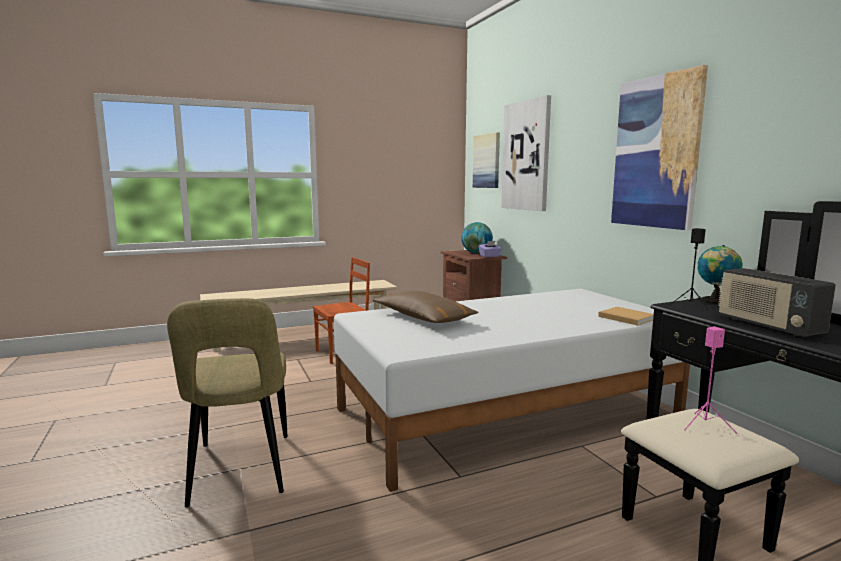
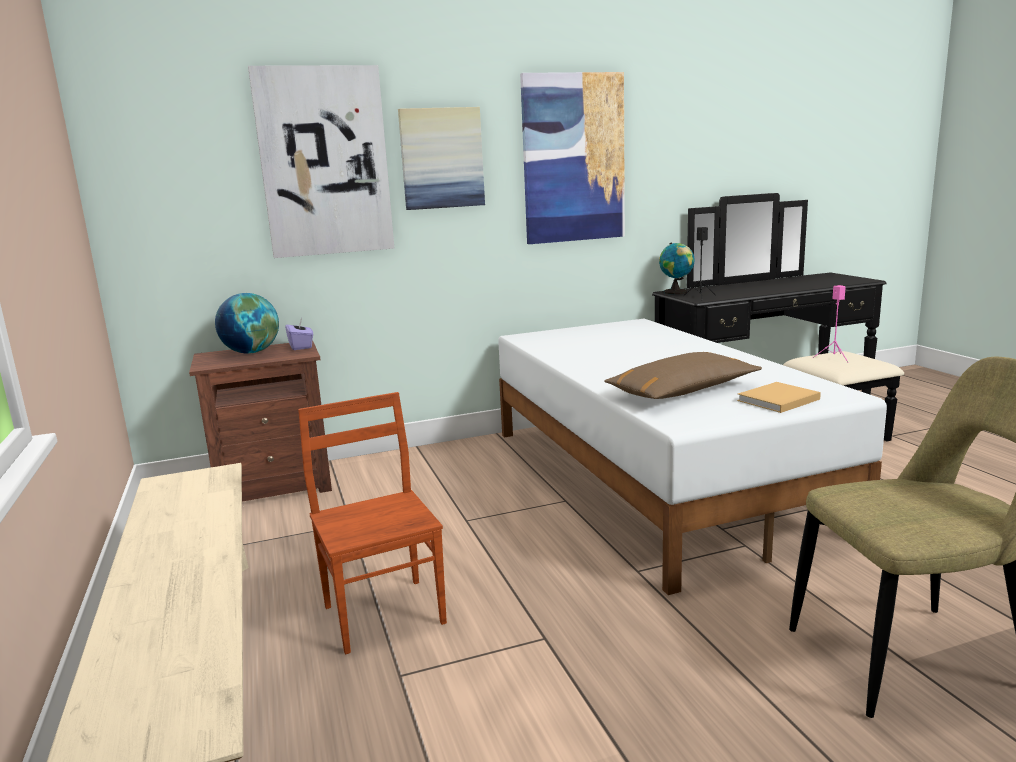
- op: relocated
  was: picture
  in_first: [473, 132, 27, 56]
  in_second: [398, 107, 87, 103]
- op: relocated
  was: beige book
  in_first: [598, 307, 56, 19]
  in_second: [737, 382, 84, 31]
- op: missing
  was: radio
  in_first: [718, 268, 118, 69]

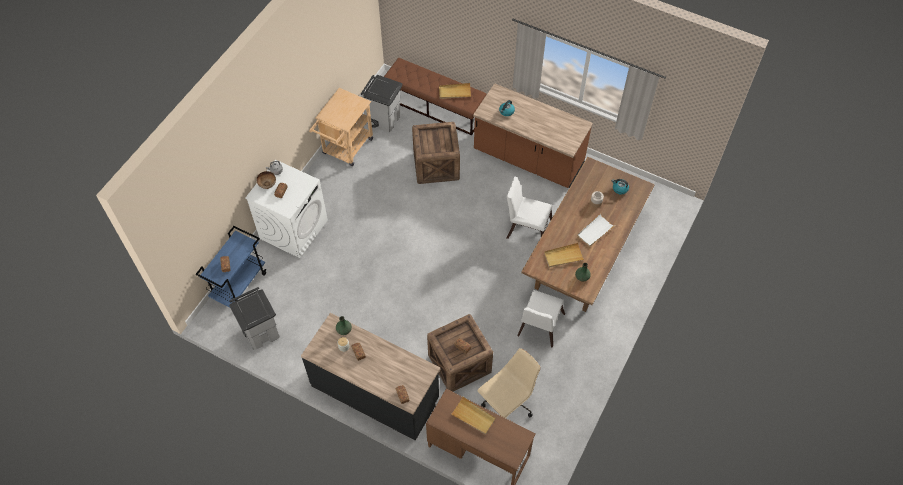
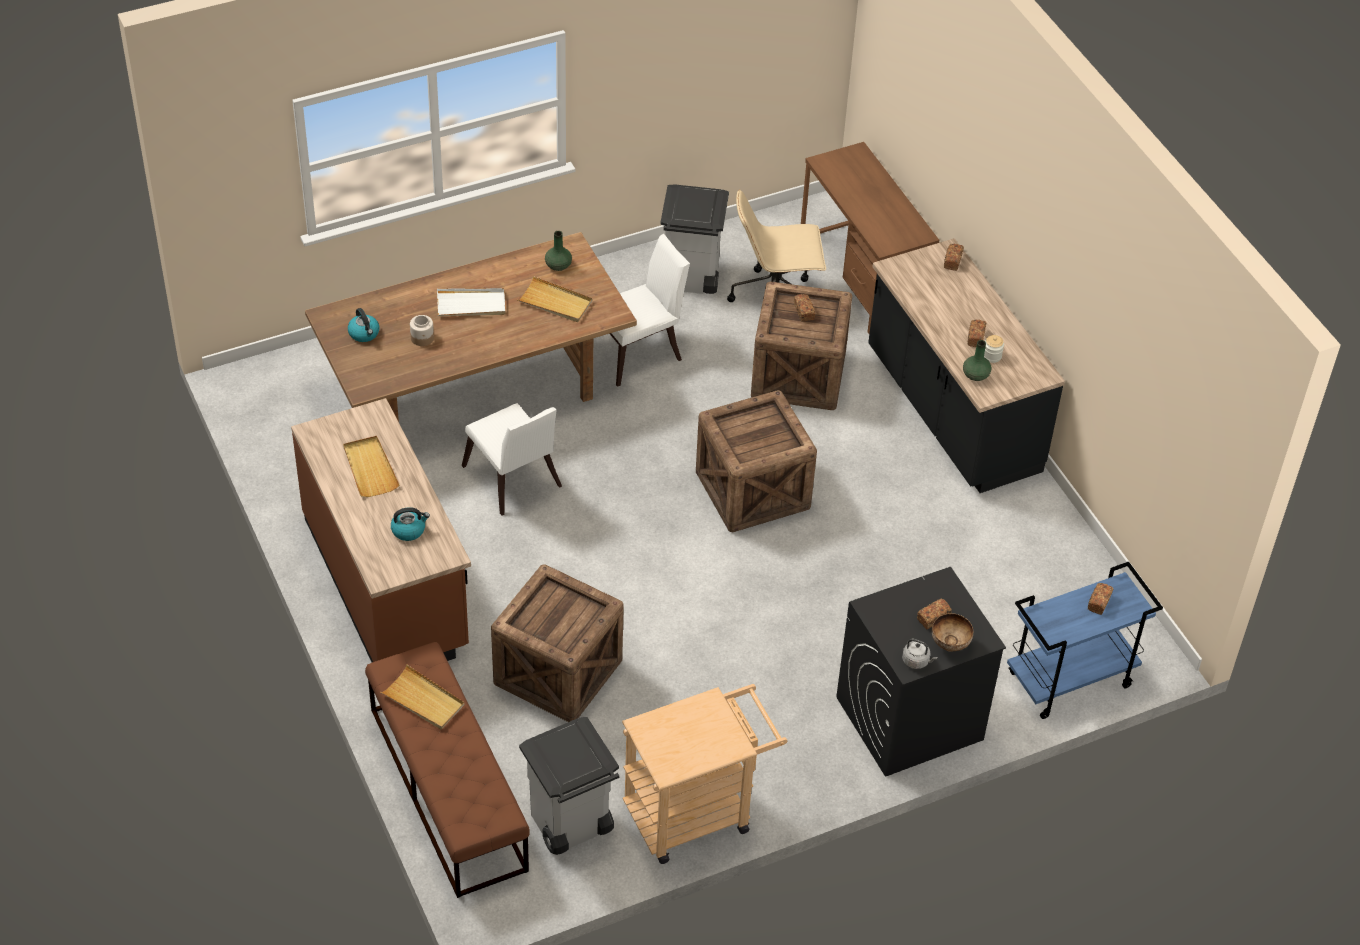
- op: relocated
  was: grey trash can
  in_first: [229, 287, 51, 63]
  in_second: [660, 184, 69, 110]
- op: colour
  was: white washing machine
  now: black washing machine
  in_first: [245, 160, 83, 98]
  in_second: [836, 567, 170, 210]
- op: relocated
  was: beige tray
  in_first: [451, 396, 45, 38]
  in_second: [343, 436, 57, 61]
- op: appeared
  now: crate
  in_second: [696, 390, 121, 142]

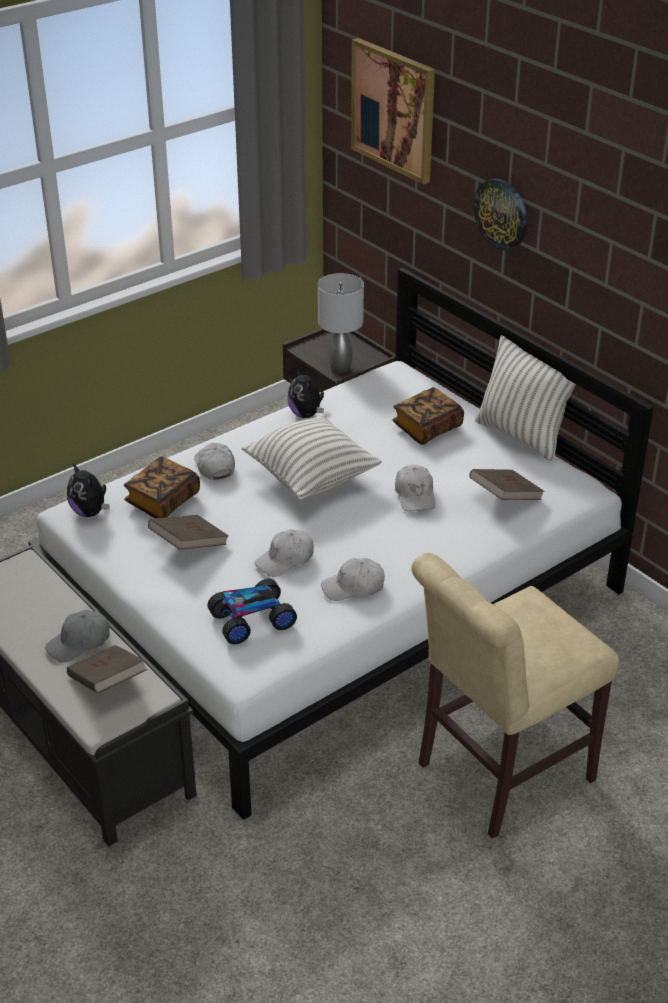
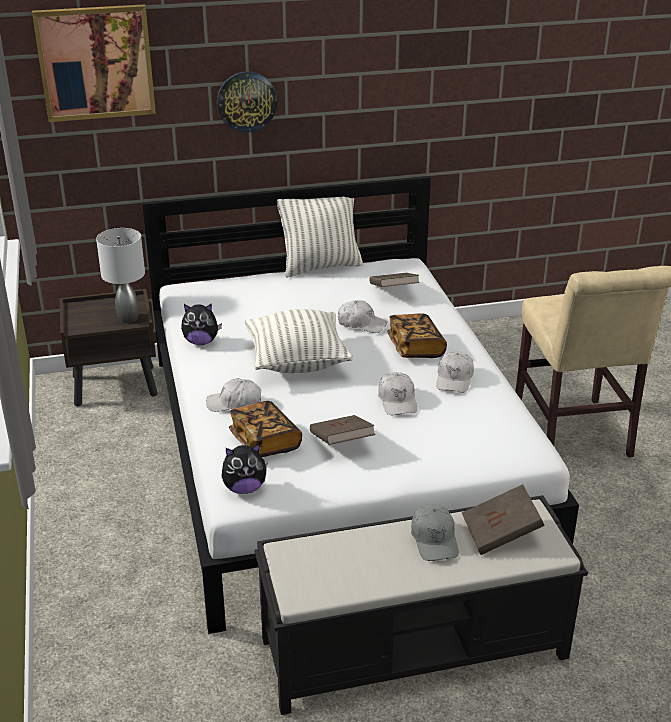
- op: missing
  was: toy car
  in_first: [207, 579, 90, 65]
- op: relocated
  was: book
  in_first: [392, 387, 72, 58]
  in_second: [387, 314, 60, 44]

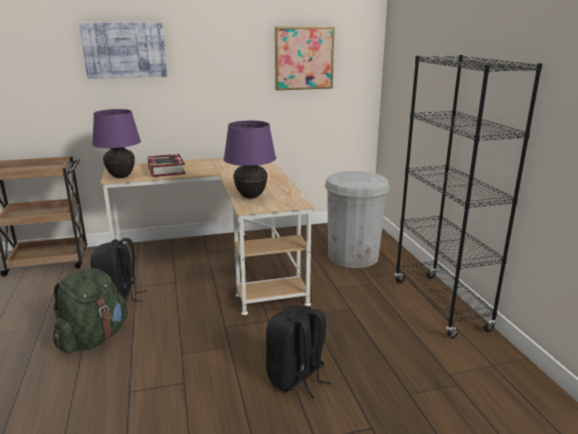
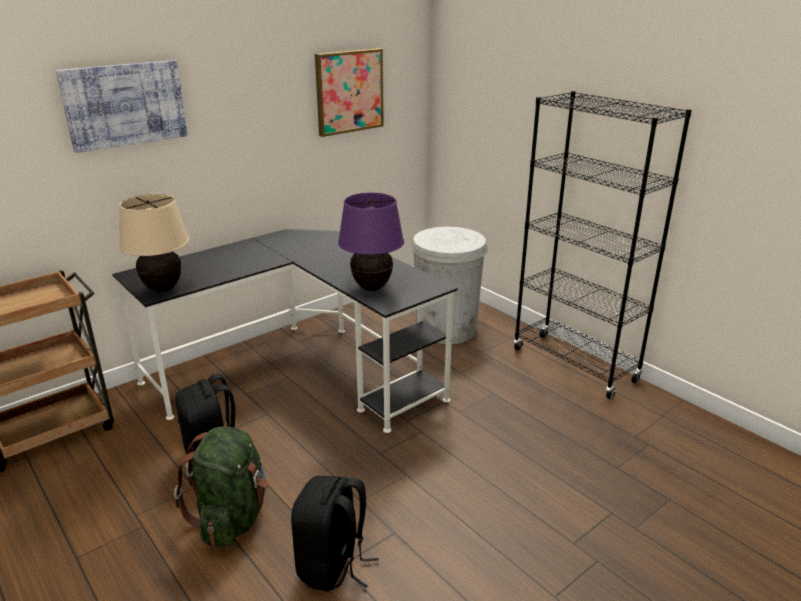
- op: colour
  was: purple table lamp
  now: beige table lamp
  in_first: [92, 109, 49, 69]
  in_second: [119, 194, 70, 99]
- op: colour
  was: beige desk
  now: black desk
  in_first: [100, 158, 214, 157]
  in_second: [112, 229, 346, 204]
- op: missing
  was: book
  in_first: [147, 154, 39, 23]
- op: relocated
  was: black backpack
  in_first: [266, 305, 65, 94]
  in_second: [291, 476, 88, 116]

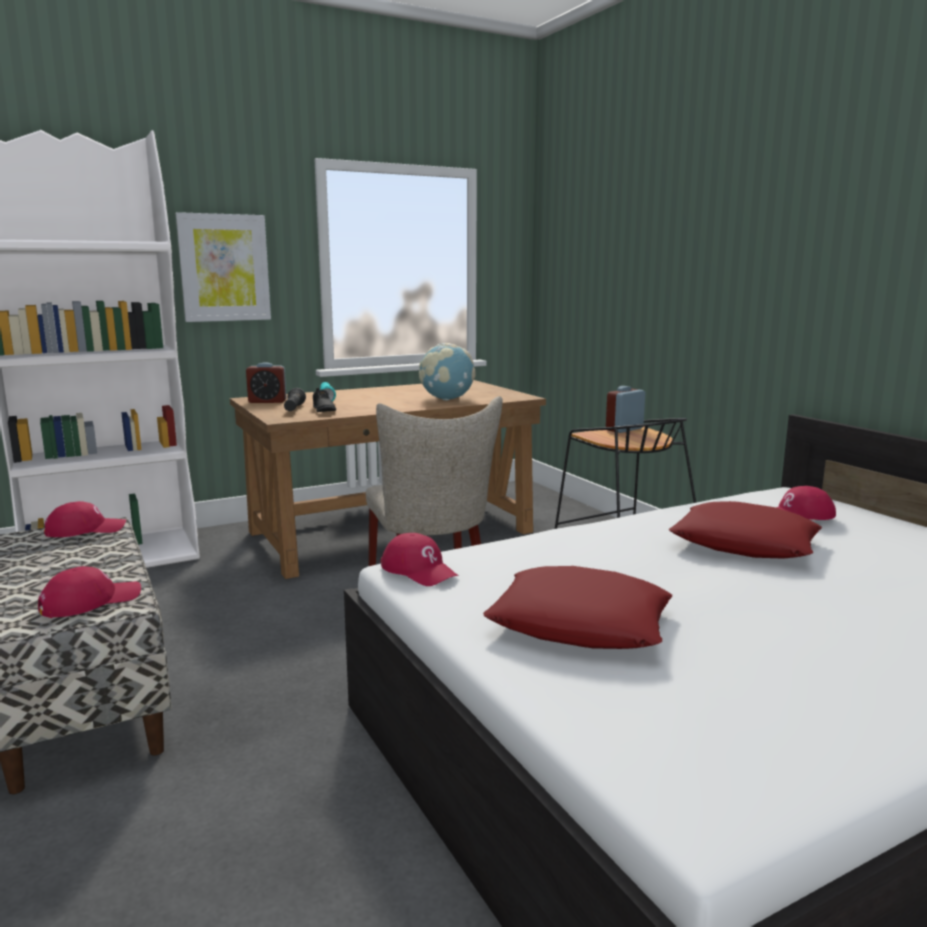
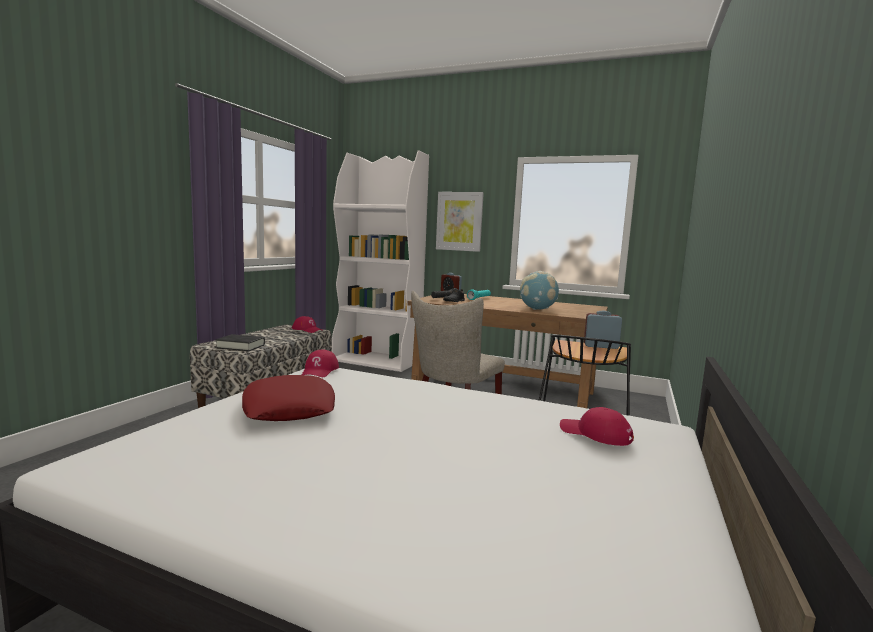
- op: exchanged
  was: red cap
  now: black book
  in_first: [38, 566, 103, 52]
  in_second: [215, 334, 50, 17]
- op: missing
  was: red pillow
  in_first: [669, 501, 153, 57]

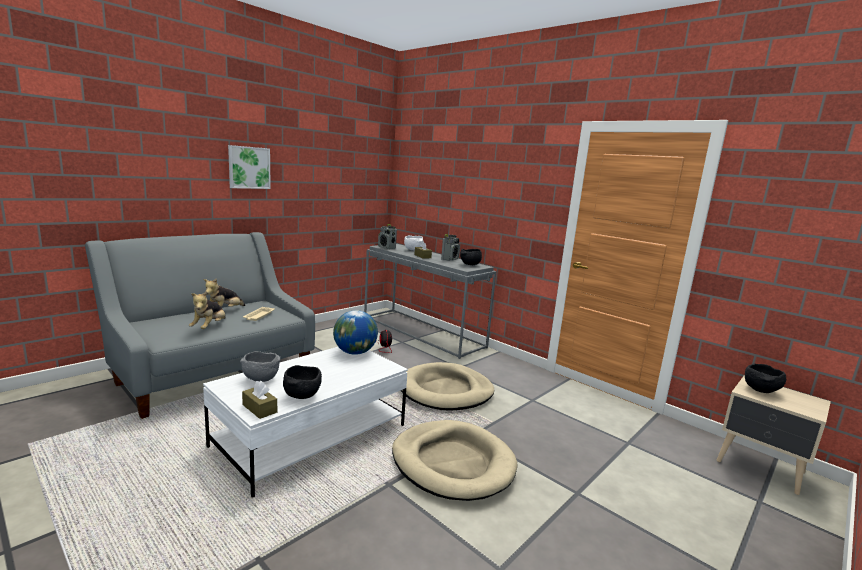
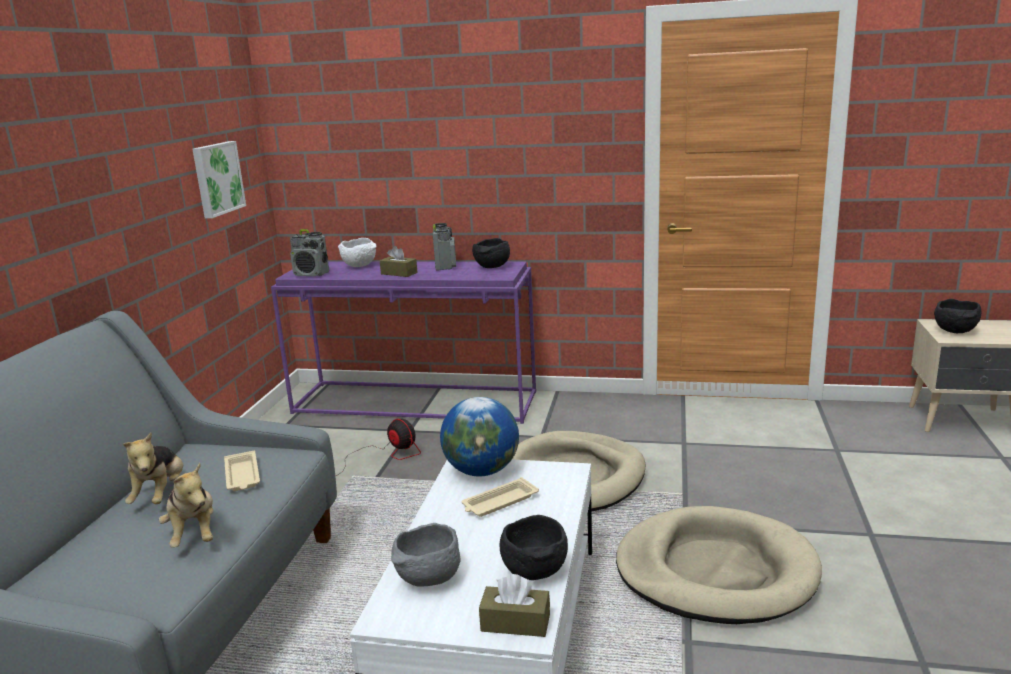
- op: relocated
  was: picture
  in_first: [228, 145, 43, 44]
  in_second: [192, 141, 54, 77]
- op: colour
  was: grey console table
  now: purple console table
  in_first: [364, 244, 132, 115]
  in_second: [271, 262, 265, 162]
- op: appeared
  now: beige tray
  in_second: [462, 477, 77, 40]

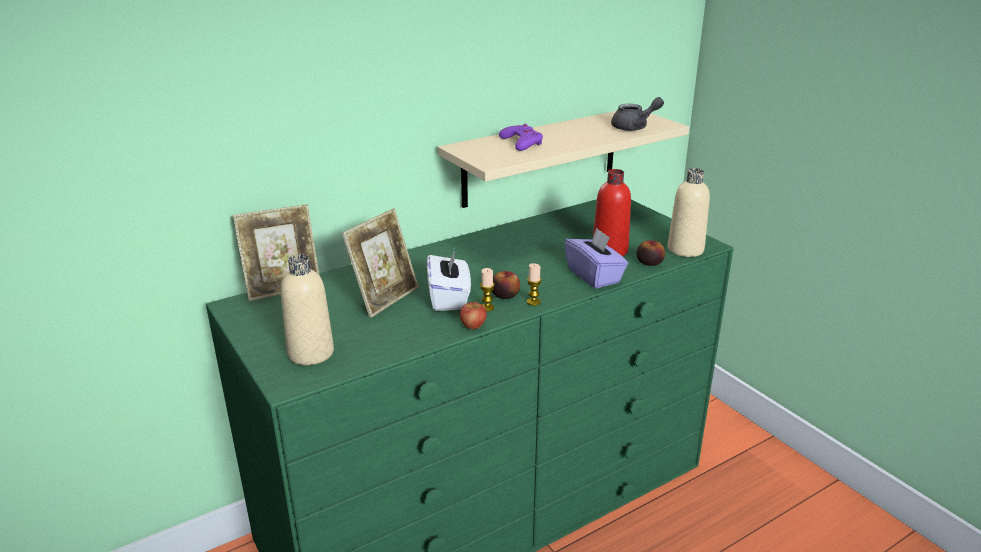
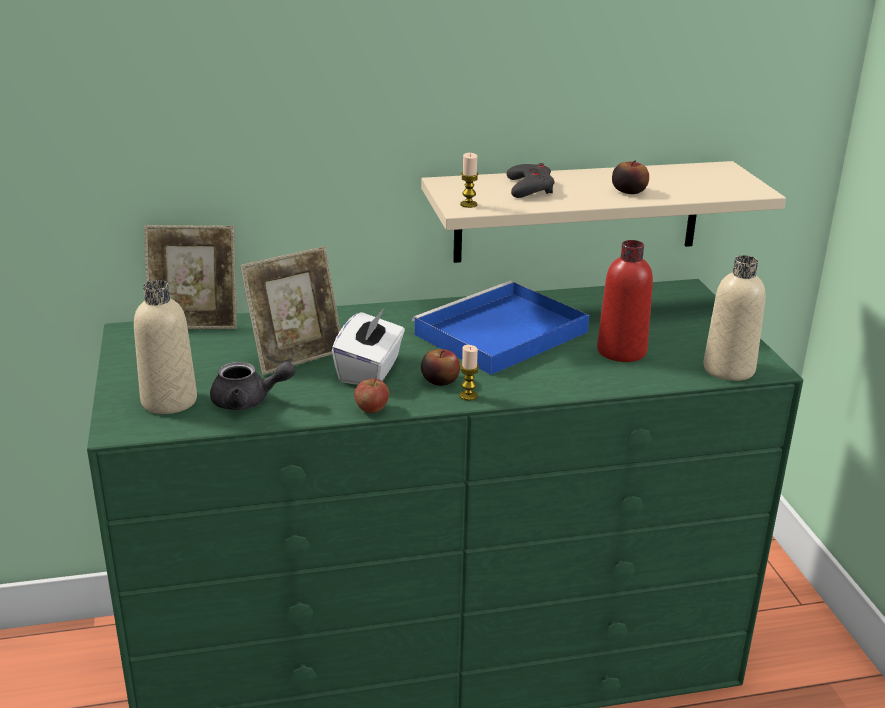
- op: relocated
  was: candle
  in_first: [480, 268, 14, 43]
  in_second: [460, 153, 19, 55]
- op: colour
  was: purple game controller
  now: grey game controller
  in_first: [499, 124, 44, 27]
  in_second: [507, 163, 47, 35]
- op: missing
  was: purple tissue box
  in_first: [565, 228, 63, 61]
- op: relocated
  was: grey teapot
  in_first: [611, 97, 53, 34]
  in_second: [210, 361, 85, 49]
- op: relocated
  was: apple
  in_first: [636, 240, 29, 26]
  in_second: [612, 160, 37, 34]
- op: appeared
  now: blue tray
  in_second: [412, 281, 177, 94]

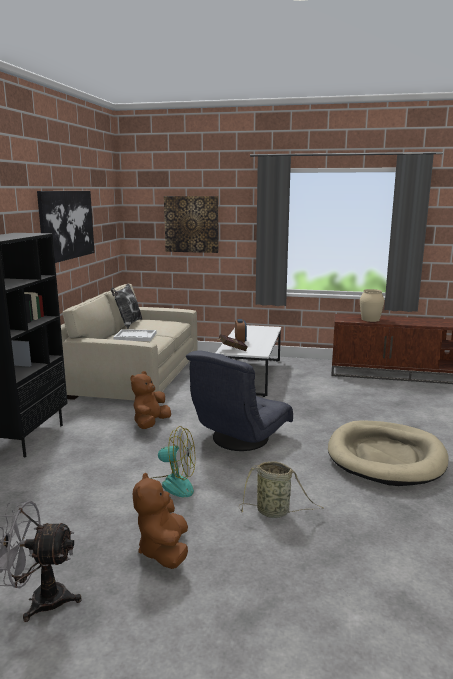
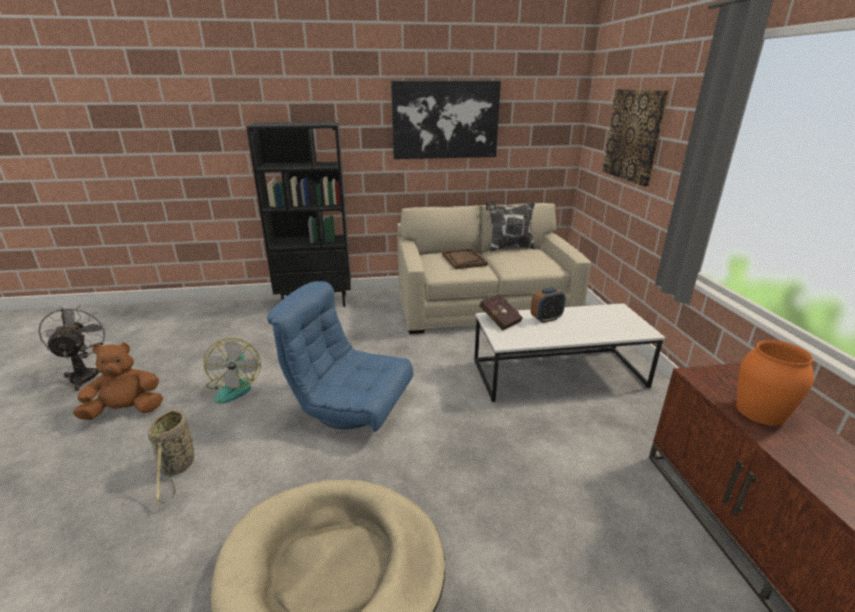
- op: colour
  was: white tray
  now: brown tray
  in_first: [113, 329, 43, 12]
  in_second: [442, 248, 46, 21]
- op: missing
  was: brown plush toy
  in_first: [131, 371, 40, 58]
- op: colour
  was: grey armchair
  now: blue armchair
  in_first: [186, 350, 107, 101]
  in_second: [267, 281, 147, 151]
- op: colour
  was: beige vase
  now: orange vase
  in_first: [360, 289, 24, 33]
  in_second: [736, 340, 78, 86]

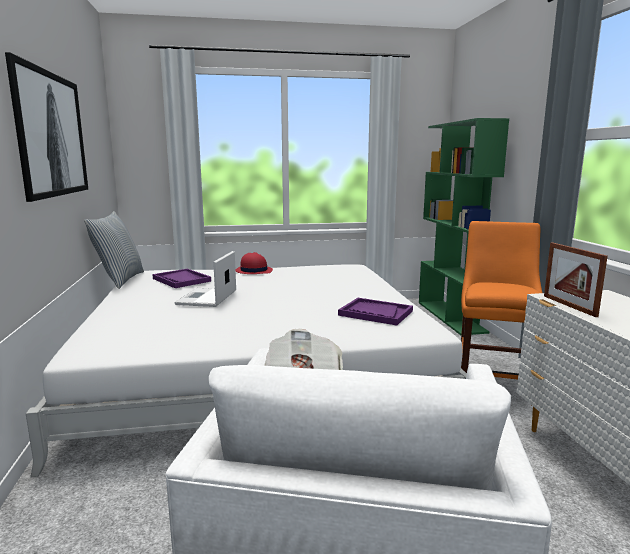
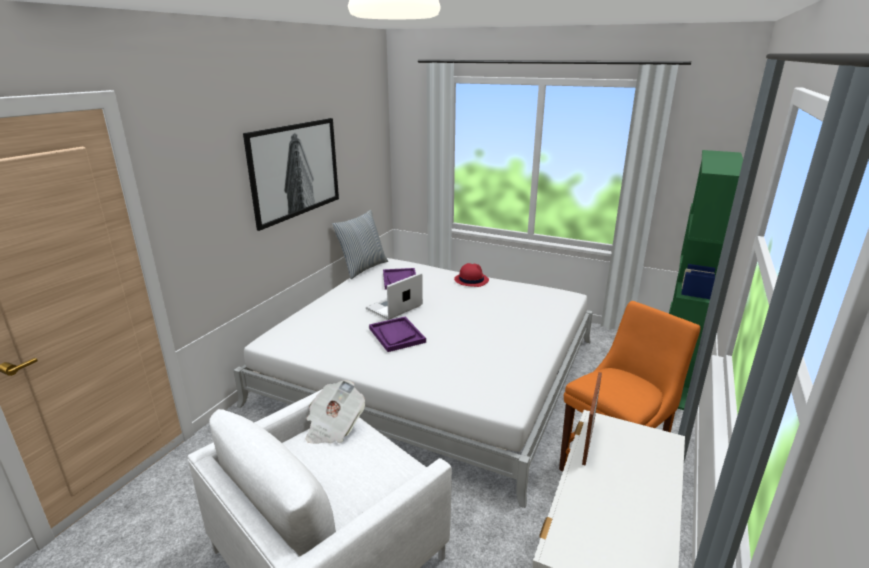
- op: relocated
  was: purple tray
  in_first: [338, 298, 75, 27]
  in_second: [369, 317, 57, 35]

